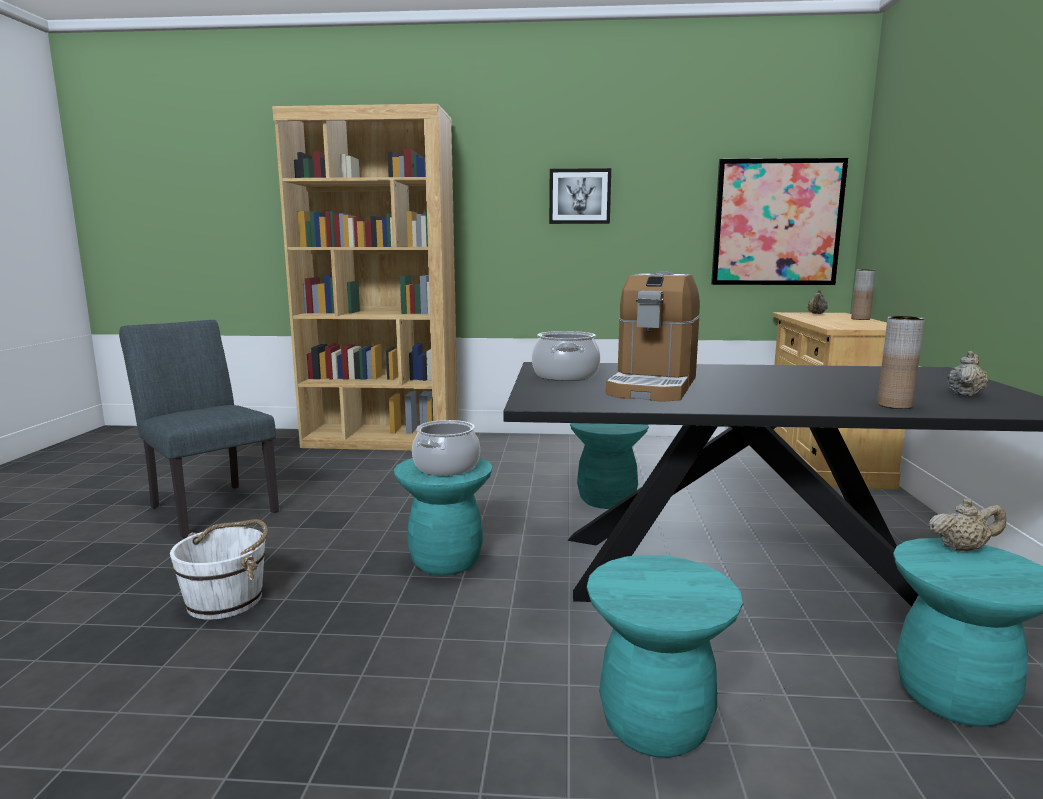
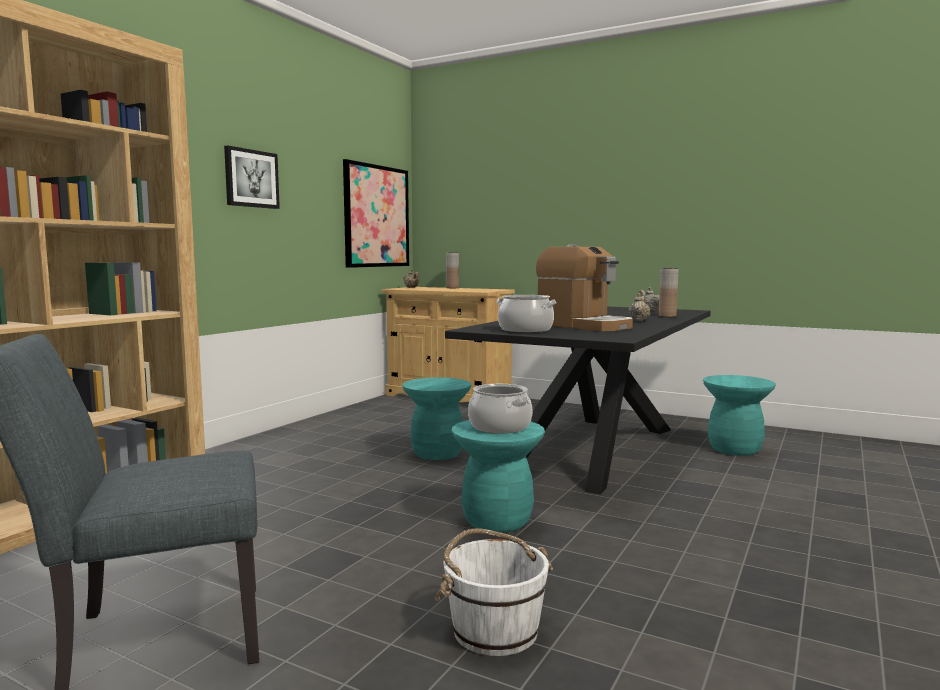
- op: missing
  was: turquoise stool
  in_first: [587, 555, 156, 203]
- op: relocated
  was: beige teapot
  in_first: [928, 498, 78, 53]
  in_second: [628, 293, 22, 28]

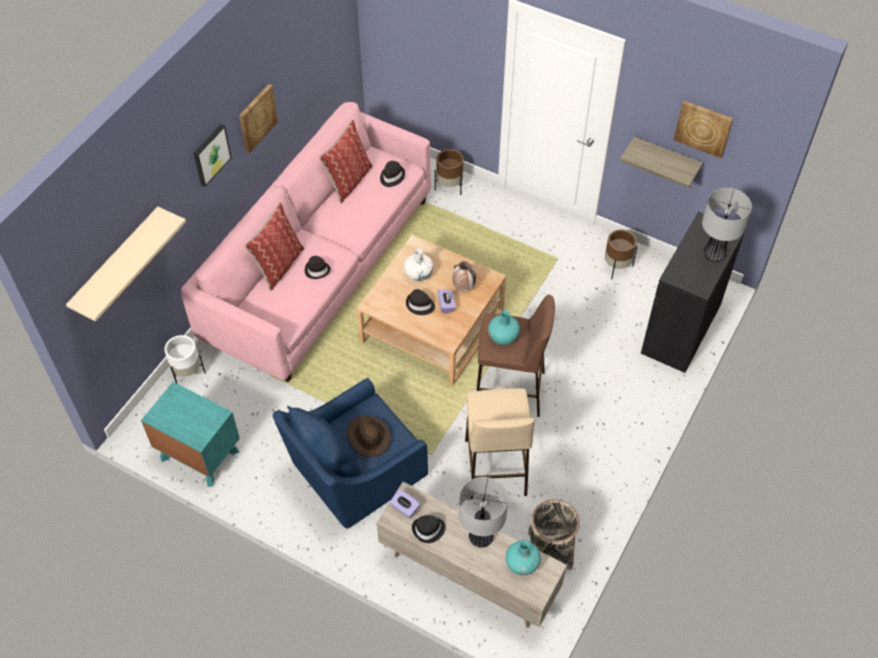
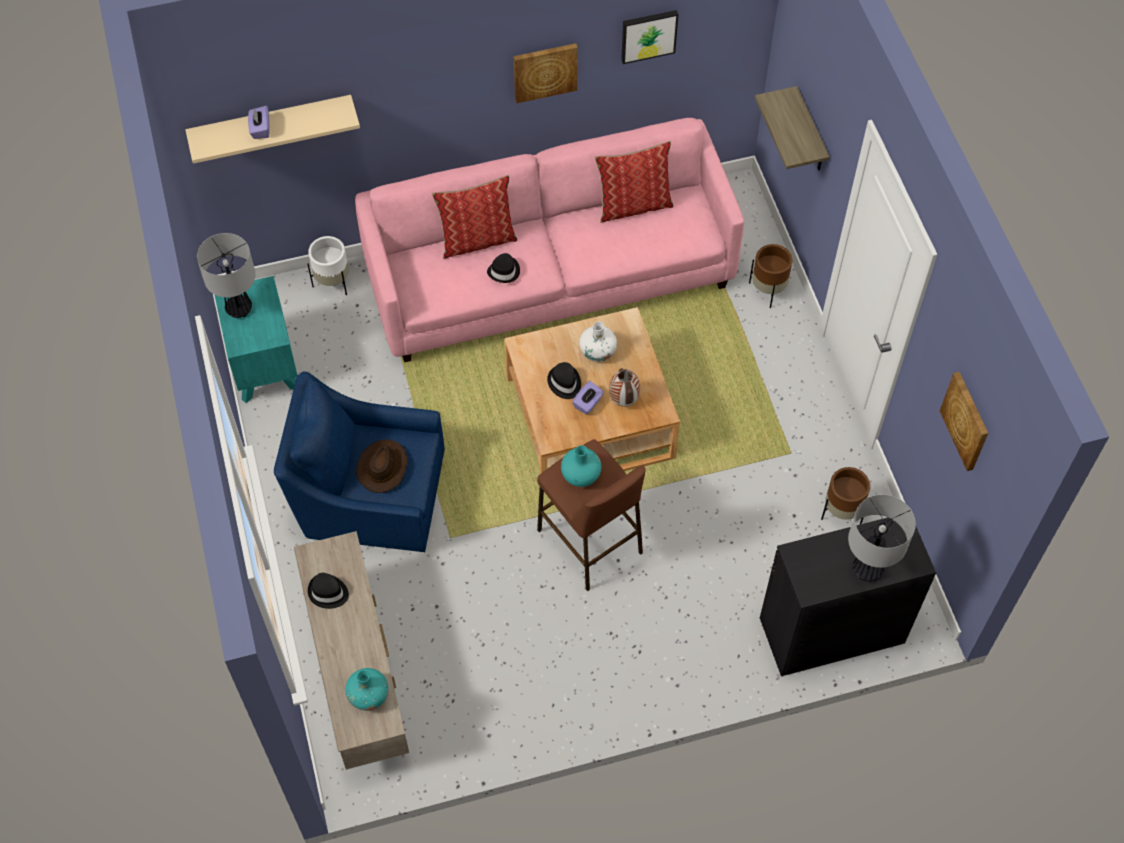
- op: relocated
  was: picture
  in_first: [193, 124, 39, 63]
  in_second: [621, 10, 57, 54]
- op: missing
  was: black hat
  in_first: [380, 161, 25, 26]
- op: relocated
  was: purple tissue box
  in_first: [390, 489, 30, 29]
  in_second: [248, 106, 22, 33]
- op: relocated
  was: table lamp
  in_first: [459, 477, 49, 71]
  in_second: [197, 233, 59, 85]
- op: missing
  was: beige stool
  in_first: [465, 388, 70, 111]
- op: missing
  was: basket
  in_first: [528, 499, 52, 71]
- op: relocated
  was: shelf
  in_first: [620, 137, 83, 51]
  in_second: [755, 86, 75, 84]

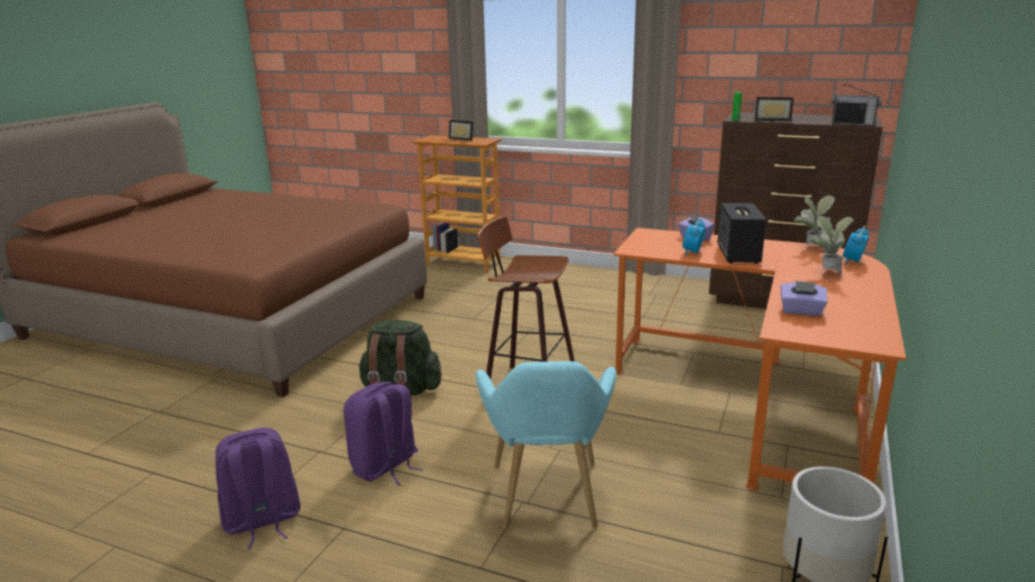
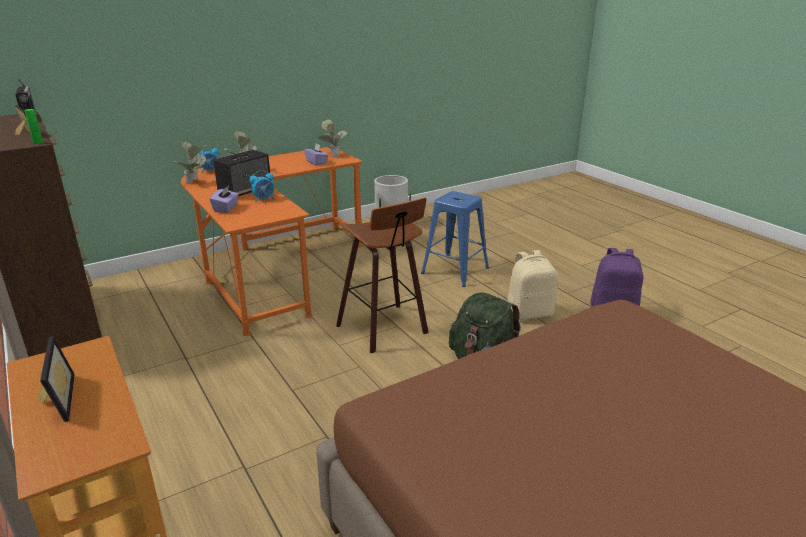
- op: colour
  was: purple backpack
  now: beige backpack
  in_first: [344, 382, 80, 104]
  in_second: [507, 250, 51, 70]
- op: exchanged
  was: turquoise armchair
  now: blue stool
  in_first: [475, 361, 142, 169]
  in_second: [421, 191, 68, 96]
- op: appeared
  now: potted plant
  in_second: [318, 119, 29, 39]

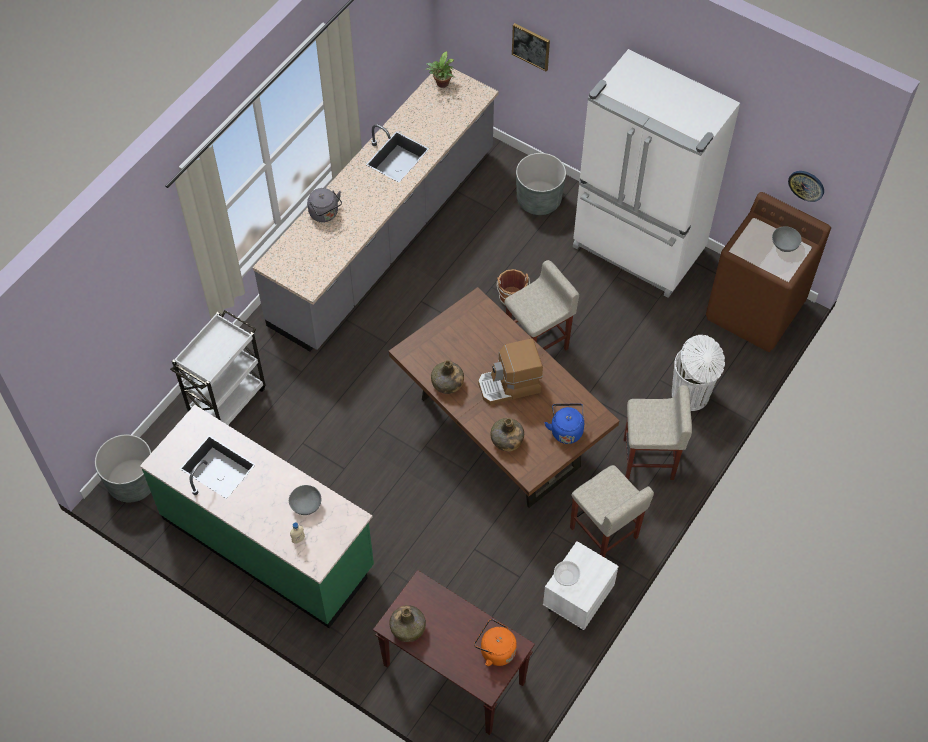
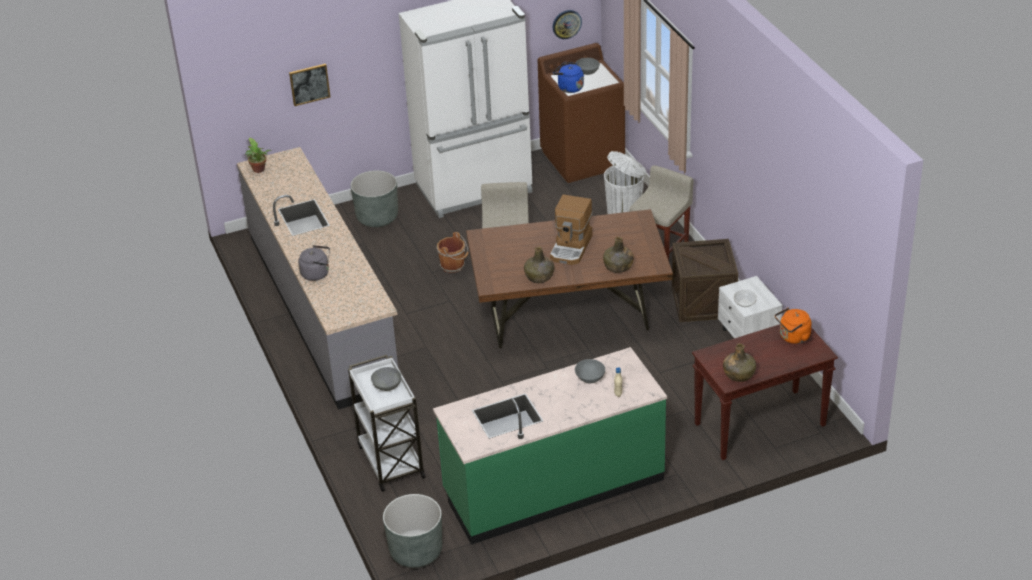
- op: relocated
  was: blue kettle
  in_first: [545, 404, 39, 40]
  in_second: [553, 62, 31, 31]
- op: exchanged
  was: beige stool
  now: crate
  in_first: [570, 465, 84, 93]
  in_second: [672, 239, 66, 83]
- op: appeared
  now: grey bowl
  in_second: [371, 367, 30, 24]

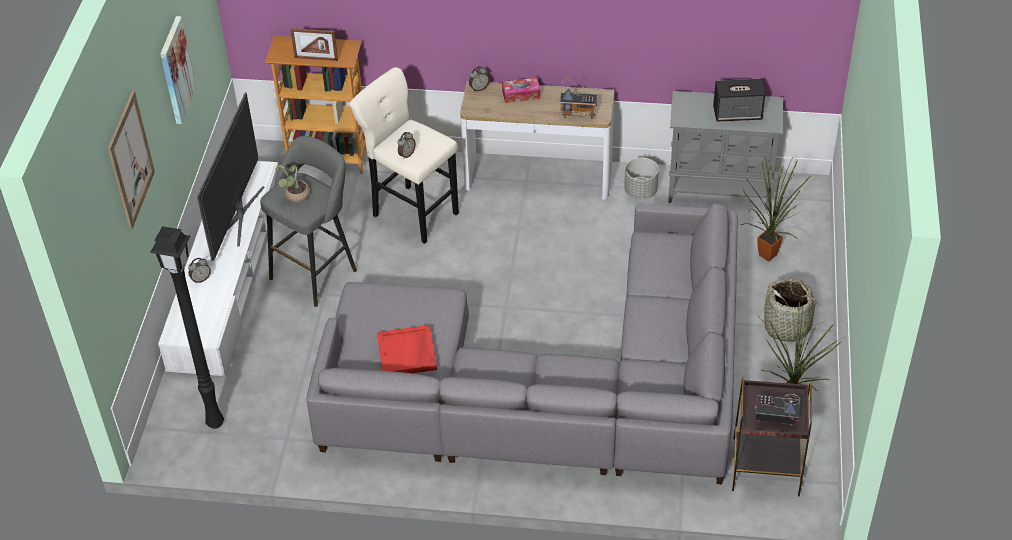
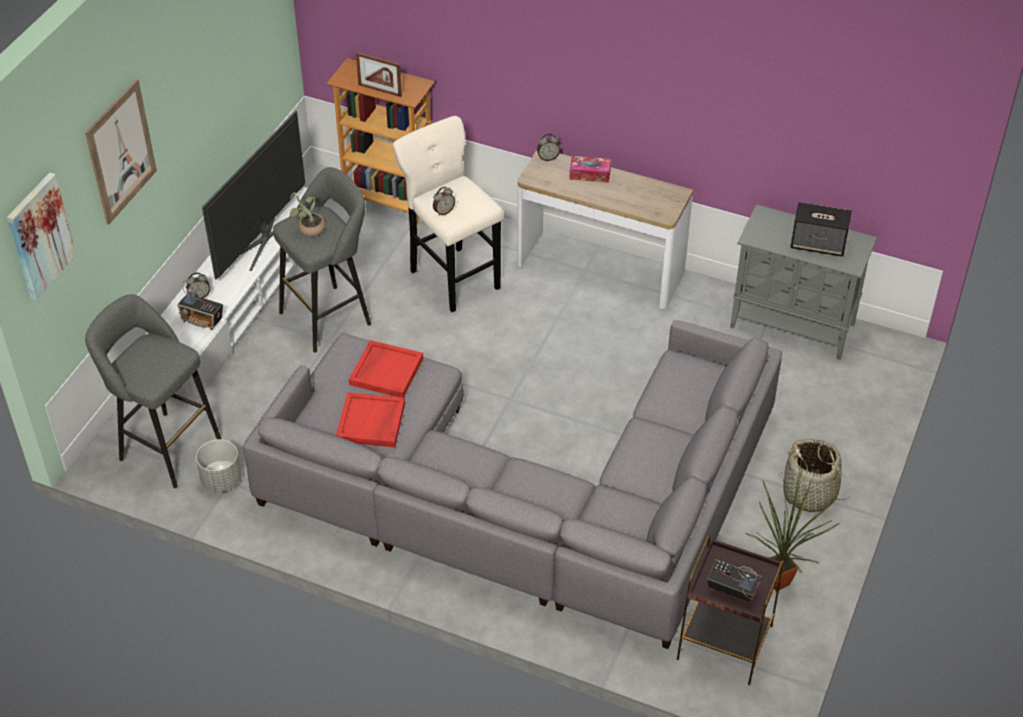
- op: exchanged
  was: black floor lamp
  now: grey stool
  in_first: [150, 226, 74, 203]
  in_second: [85, 294, 136, 194]
- op: relocated
  was: picture
  in_first: [160, 16, 36, 108]
  in_second: [7, 173, 69, 127]
- op: relocated
  was: radio
  in_first: [560, 78, 37, 41]
  in_second: [177, 280, 46, 50]
- op: relocated
  was: grey planter
  in_first: [624, 157, 35, 42]
  in_second: [196, 439, 46, 53]
- op: missing
  was: potted plant
  in_first: [741, 157, 70, 104]
- op: appeared
  now: red tray
  in_second: [349, 340, 74, 58]

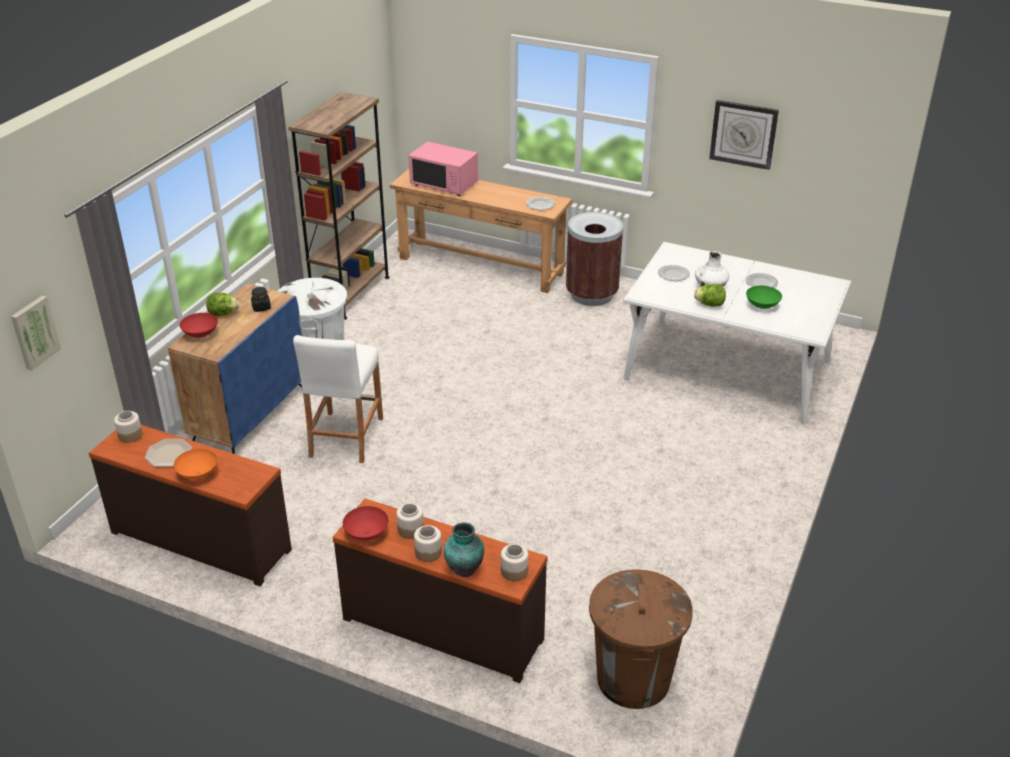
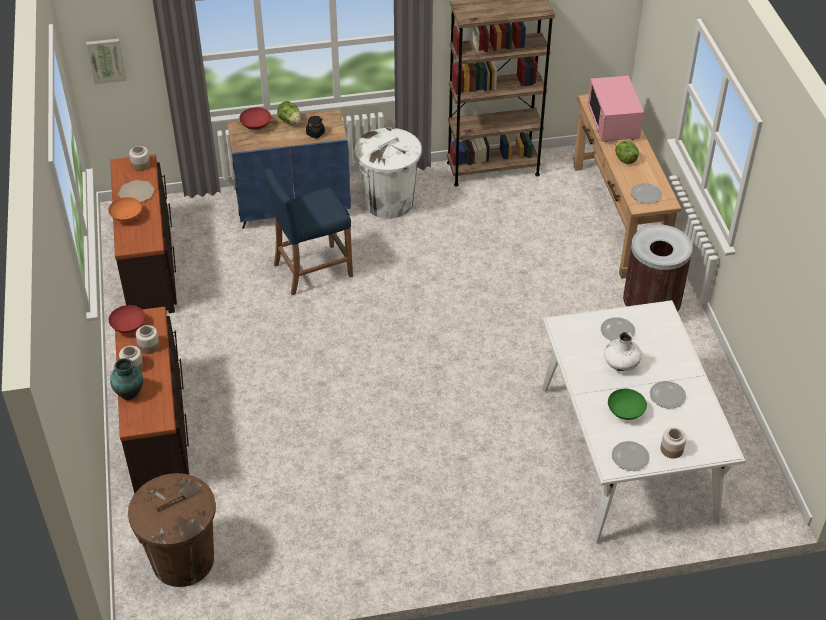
- op: colour
  was: white stool
  now: blue stool
  in_first: [293, 335, 90, 128]
  in_second: [265, 168, 88, 127]
- op: relocated
  was: jar
  in_first: [501, 544, 27, 37]
  in_second: [661, 427, 25, 32]
- op: relocated
  was: lettuce
  in_first: [694, 284, 32, 23]
  in_second: [615, 140, 24, 24]
- op: missing
  was: wall clock
  in_first: [709, 100, 70, 70]
- op: appeared
  now: plate
  in_second: [612, 441, 38, 30]

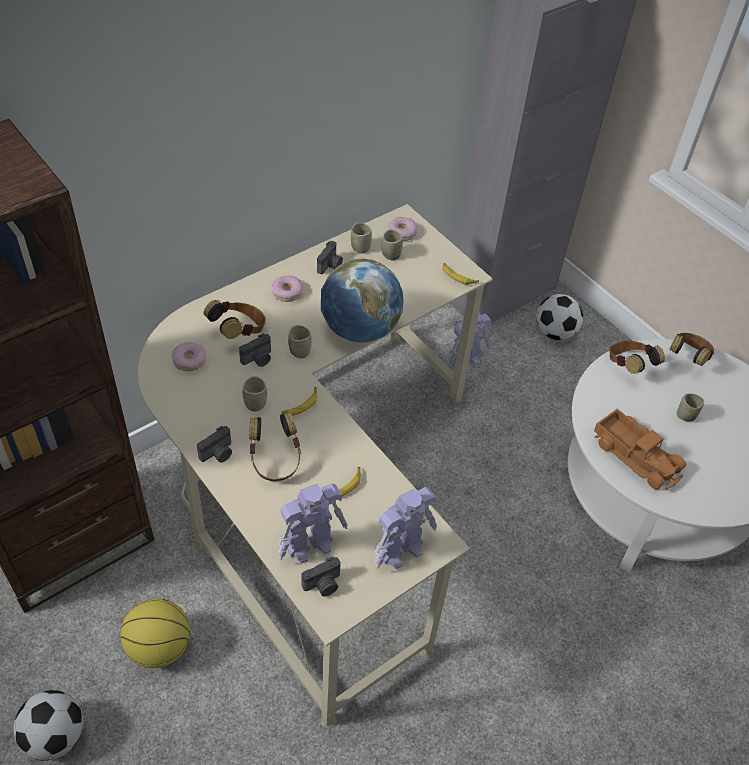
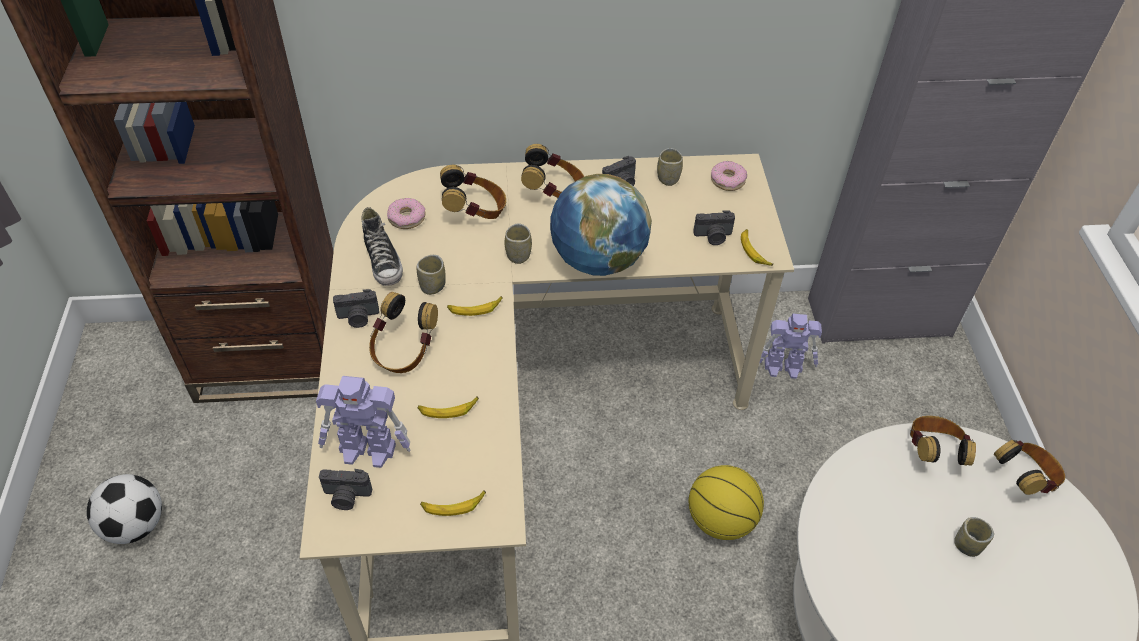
- op: relocated
  was: basketball
  in_first: [120, 598, 70, 70]
  in_second: [689, 465, 75, 75]
- op: relocated
  was: photo camera
  in_first: [239, 333, 32, 34]
  in_second: [693, 210, 42, 35]
- op: exchanged
  was: donut
  now: headphones
  in_first: [271, 276, 32, 26]
  in_second: [521, 144, 63, 54]
- op: exchanged
  was: toy robot
  now: banana
  in_first: [375, 487, 62, 82]
  in_second: [420, 490, 66, 26]
- op: missing
  was: cup
  in_first: [382, 230, 21, 31]
- op: missing
  was: football
  in_first: [536, 294, 47, 46]
- op: missing
  was: toy truck
  in_first: [594, 409, 92, 81]
- op: appeared
  now: shoe
  in_second: [361, 207, 42, 79]

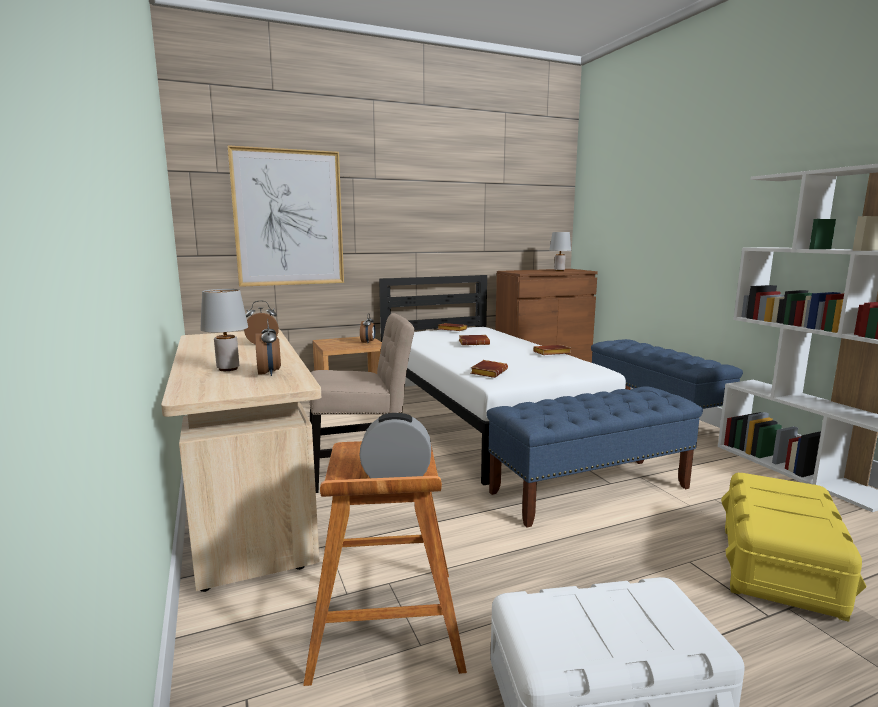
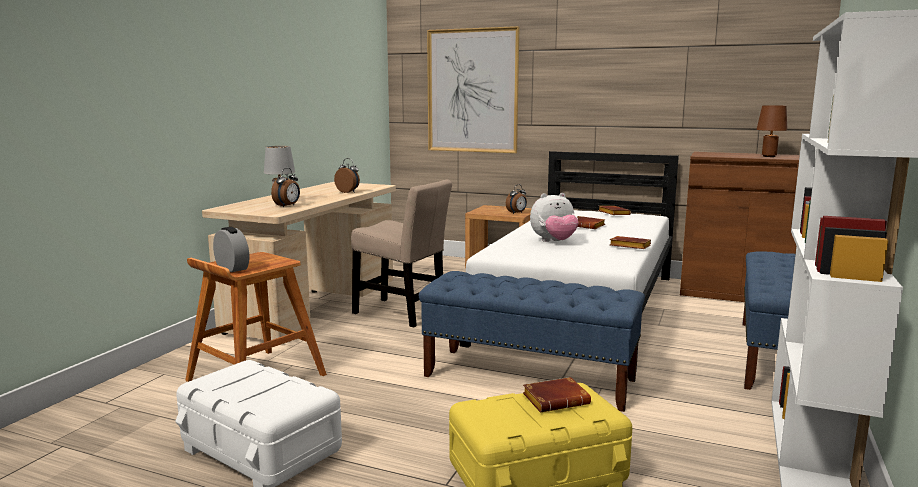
- op: relocated
  was: brown book
  in_first: [470, 360, 38, 18]
  in_second: [523, 377, 68, 36]
- op: colour
  was: grey table lamp
  now: brown table lamp
  in_first: [549, 232, 22, 39]
  in_second: [756, 106, 31, 51]
- op: appeared
  now: plush toy
  in_second: [530, 193, 49, 49]

